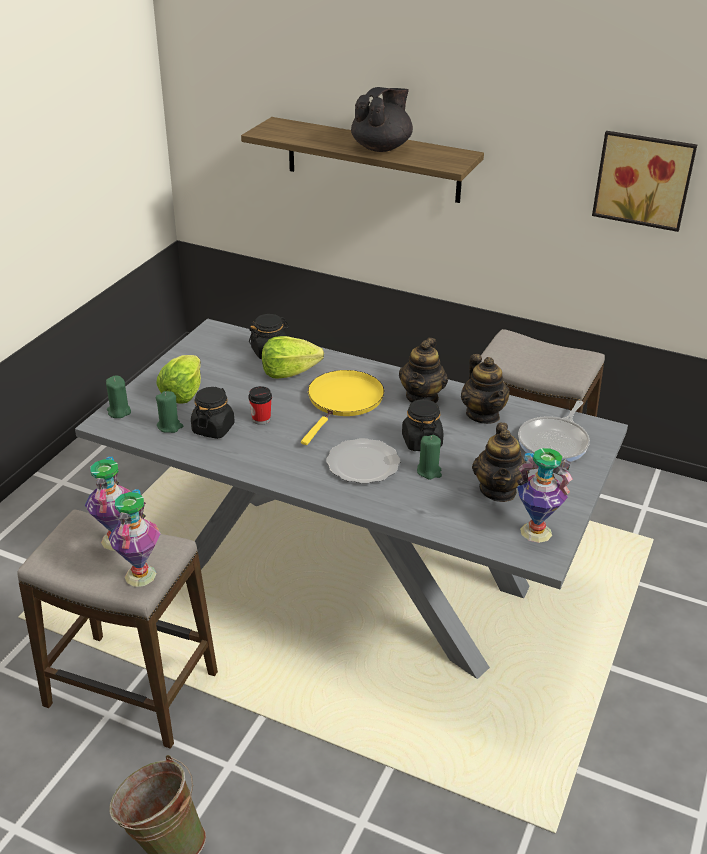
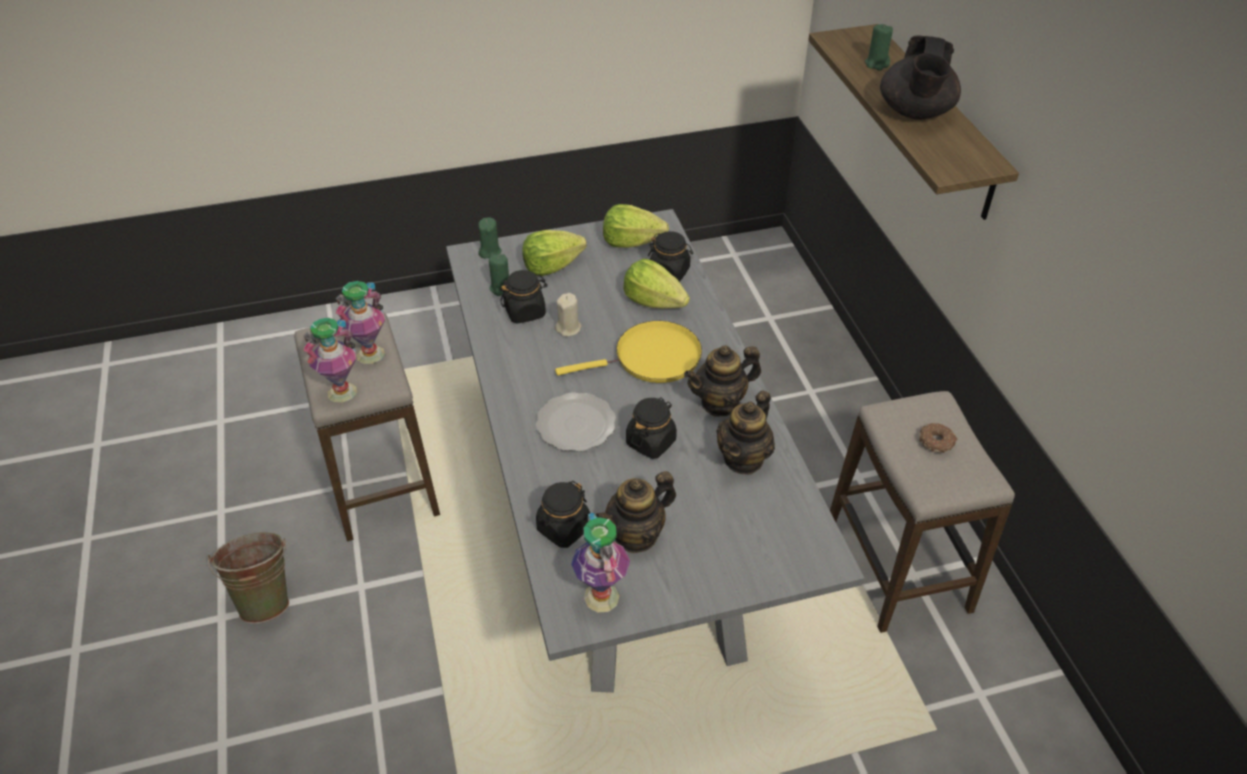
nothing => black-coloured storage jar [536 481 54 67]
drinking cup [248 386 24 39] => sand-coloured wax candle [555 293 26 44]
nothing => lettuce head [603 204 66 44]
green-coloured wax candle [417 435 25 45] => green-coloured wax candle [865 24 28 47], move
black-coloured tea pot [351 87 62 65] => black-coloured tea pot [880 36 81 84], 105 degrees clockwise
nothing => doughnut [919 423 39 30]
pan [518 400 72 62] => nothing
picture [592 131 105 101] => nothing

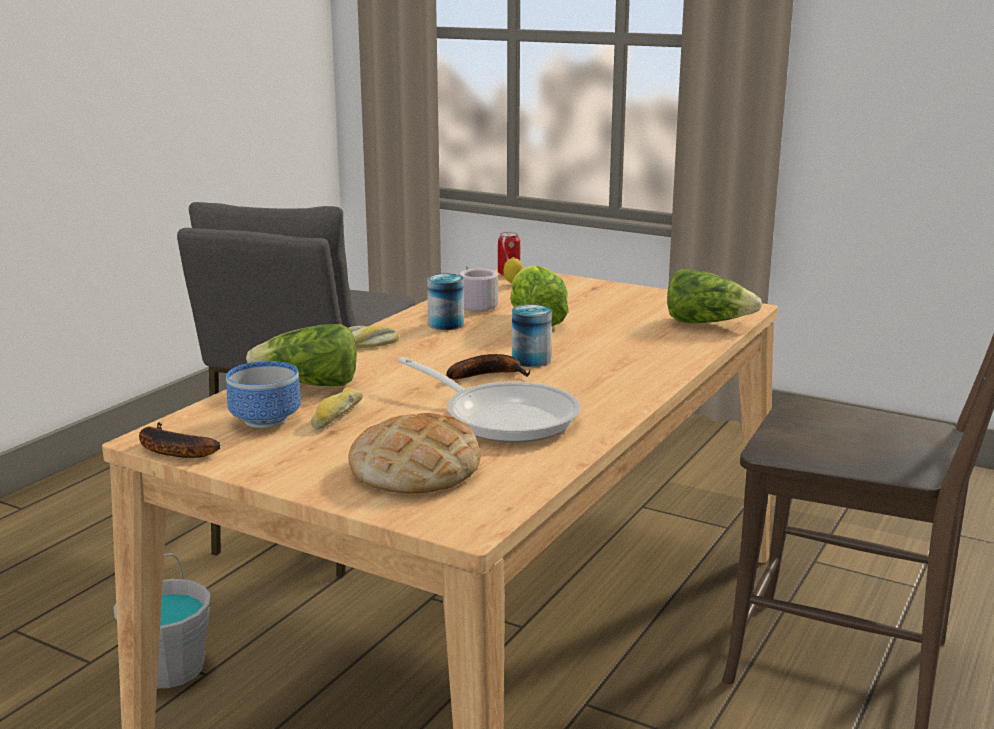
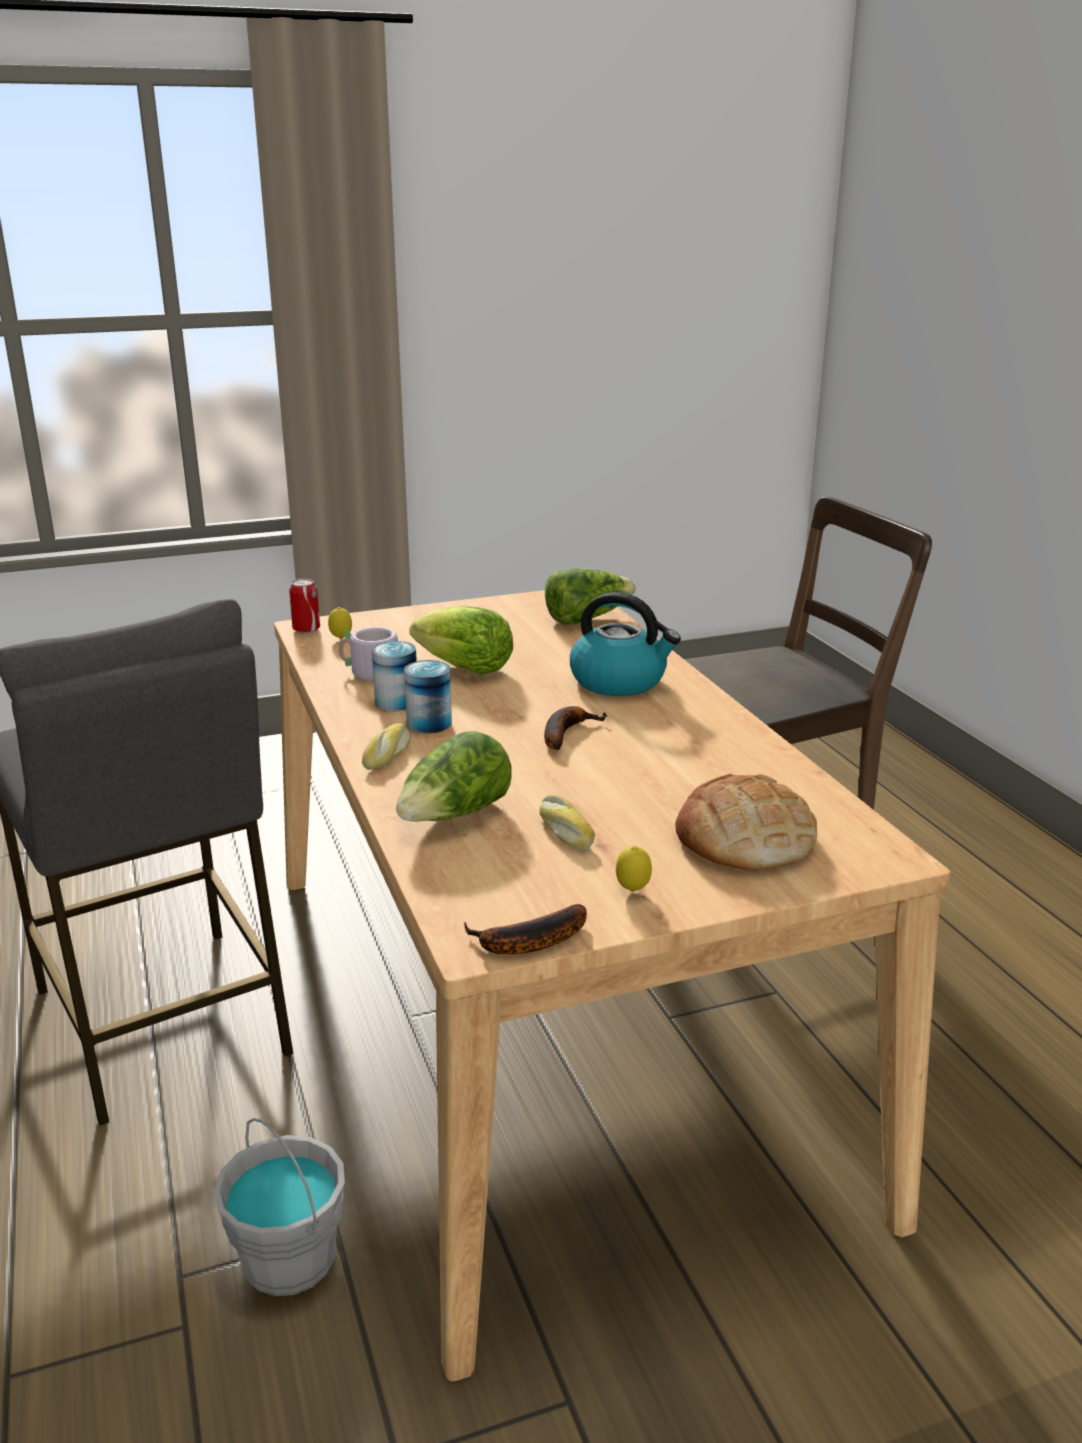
metal can [512 304 40 63] => metal can [404 660 48 73], move
nothing => water kettle [570 592 111 104]
nothing => whole lemon [616 846 36 46]
serving bowl [226 361 75 67] => nothing
pan [397 357 184 86] => nothing

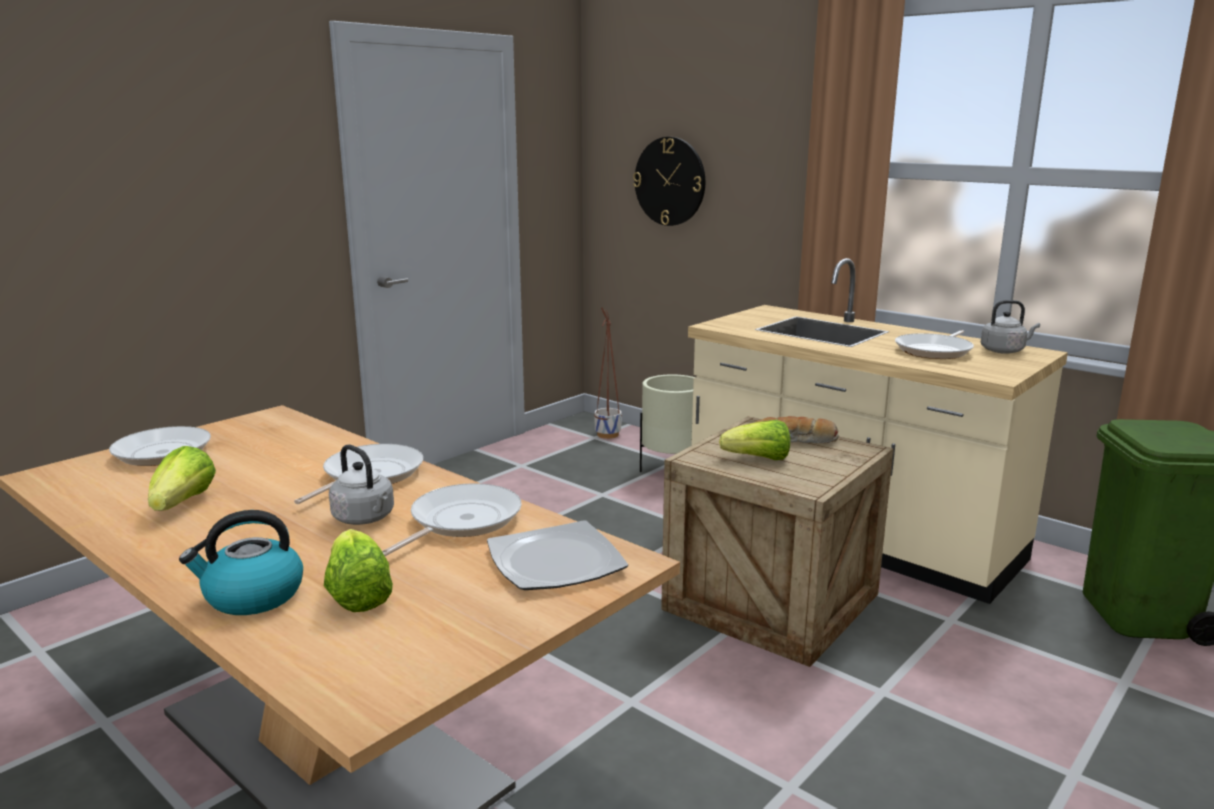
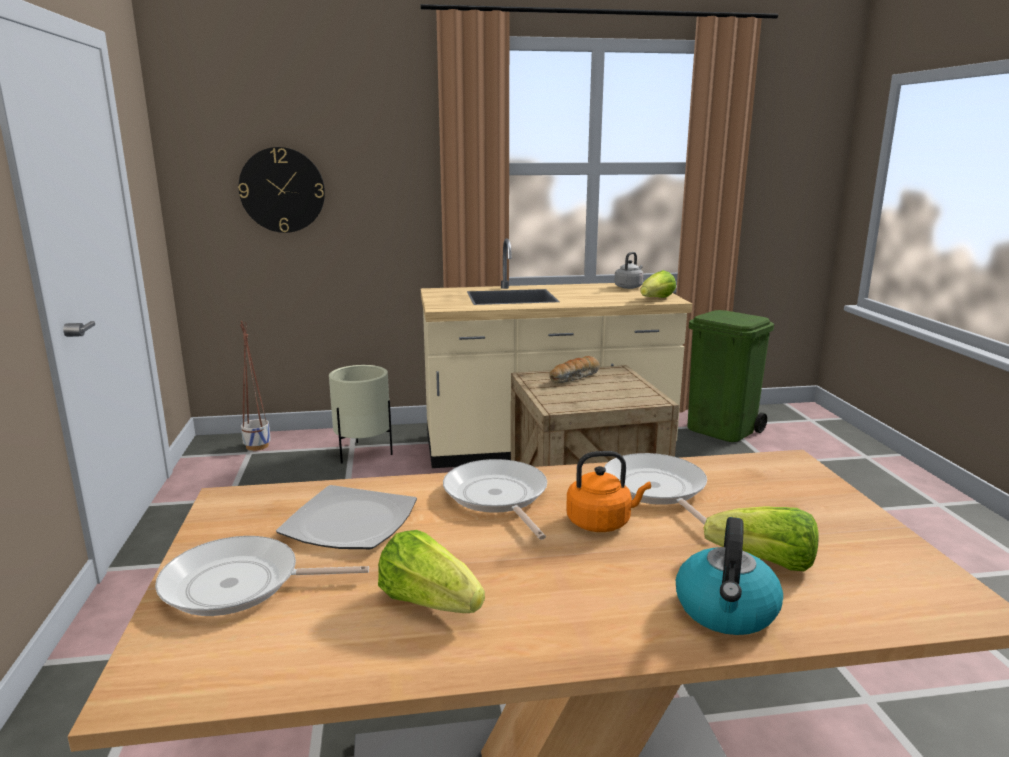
flat dish [487 520 141 70] => flat dish [276 485 141 64], move
greyish water kettle [329 445 65 80] => orange water kettle [566 451 85 81]
lettuce head [719 420 71 40] => lettuce head [640 270 36 28], move
pan [895 330 79 29] => nothing

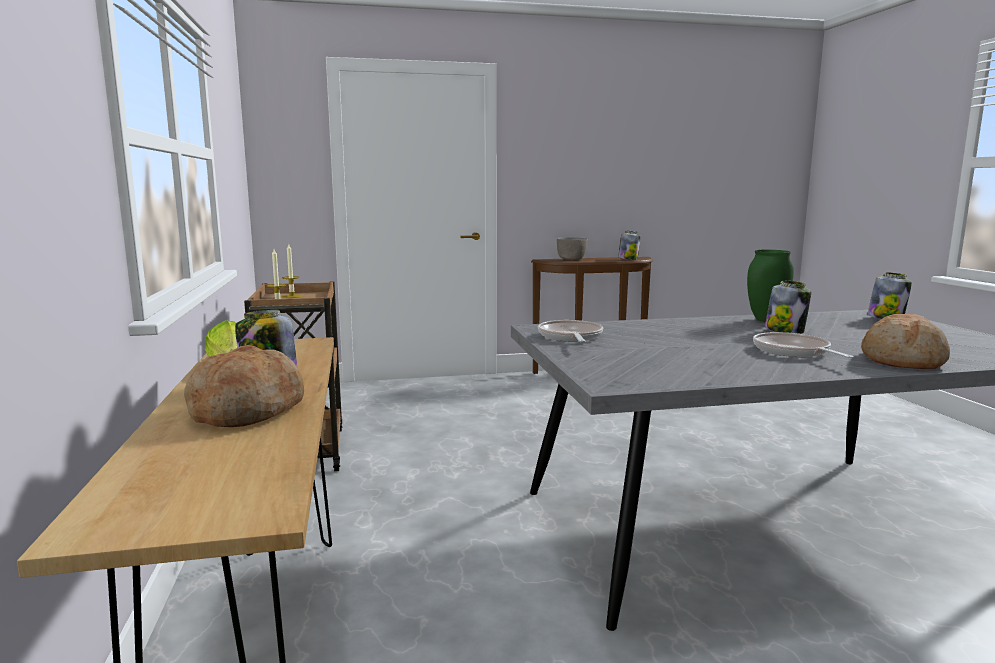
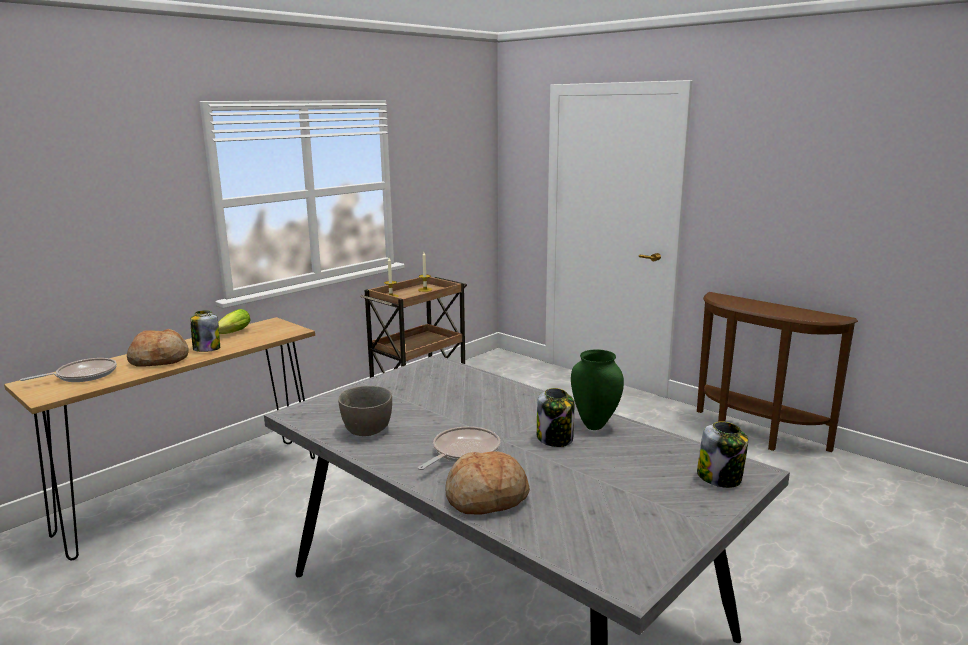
pan [538 320 65 22] => pan [20 358 97 24], move
greyish serving bowl [557 237 31 23] => greyish serving bowl [338 386 54 50], move
storage jar [618 231 22 29] => nothing

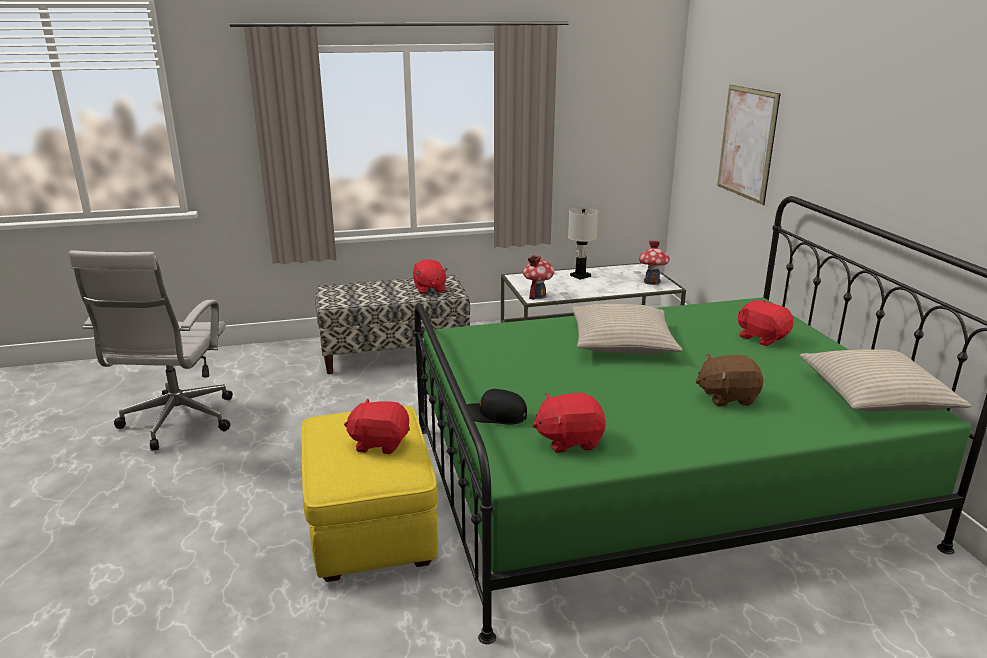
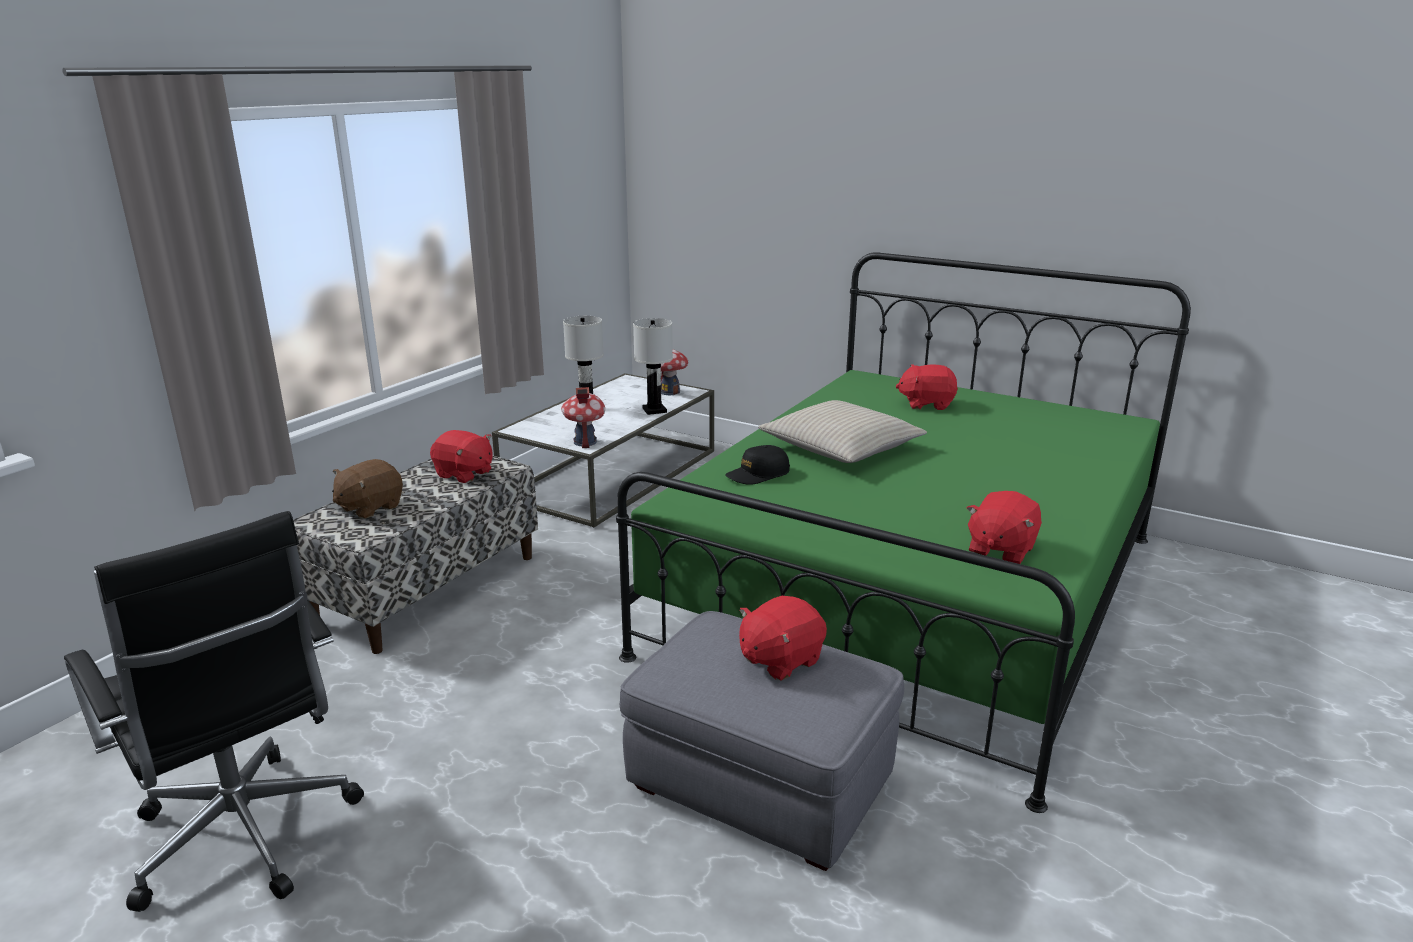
white computer chair [69 251 164 200] => black-coloured computer chair [64 511 300 401]
brownish soft toy [696 354 68 53] => brownish soft toy [332 459 71 60], move
yellowish pouffe [301 406 137 176] => greyish pouffe [620 611 284 260]
nothing => white lamp for a table [633 318 40 97]
black-coloured cap [467 389 60 35] => black-coloured cap [725 445 65 40], move
picture [717 85 63 120] => nothing
sand-coloured cushion [800 349 171 62] => nothing

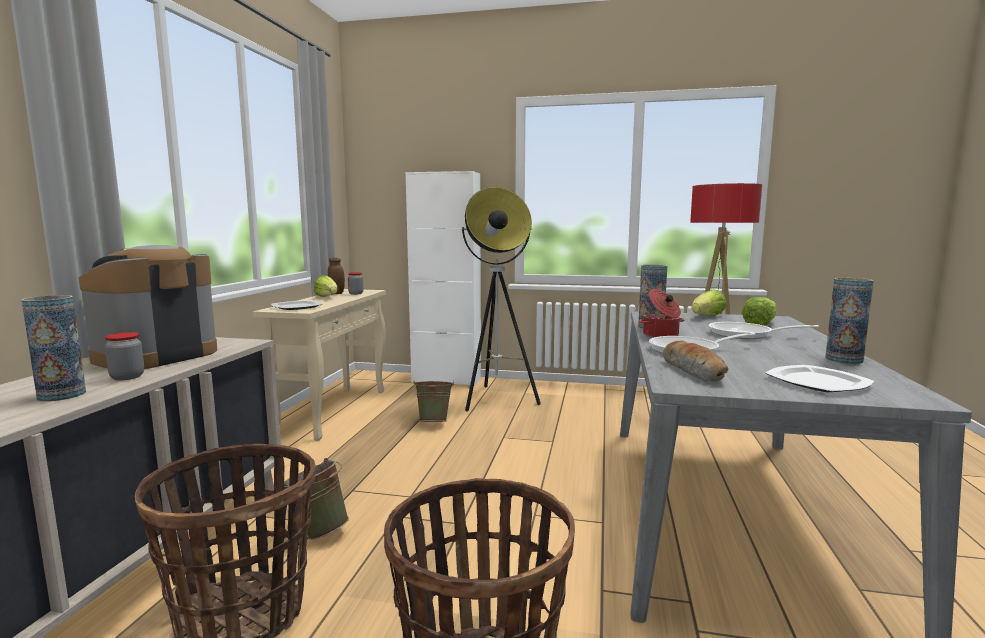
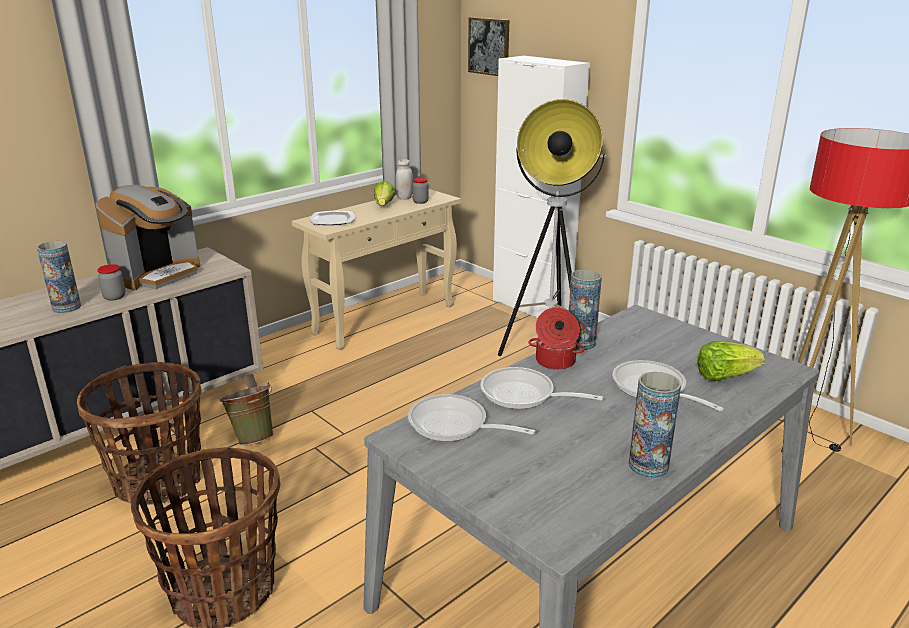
coffee machine [79 245 138 124] => coffee machine [96 185 104 106], 150 degrees clockwise
brownish storage jar [328 258 17 36] => white storage jar [396 159 17 41]
bakery bread [663 341 65 40] => pan [408 394 127 48]
nothing => picture [468 17 41 59]
green-coloured pail [413 380 41 42] => nothing
lettuce head [692 289 35 27] => nothing
flat dish [765 365 110 27] => nothing

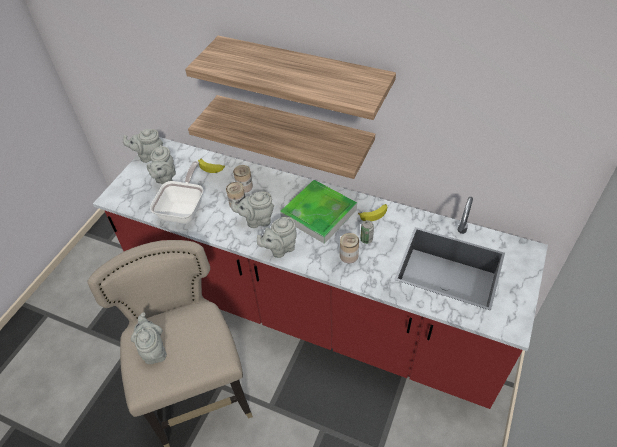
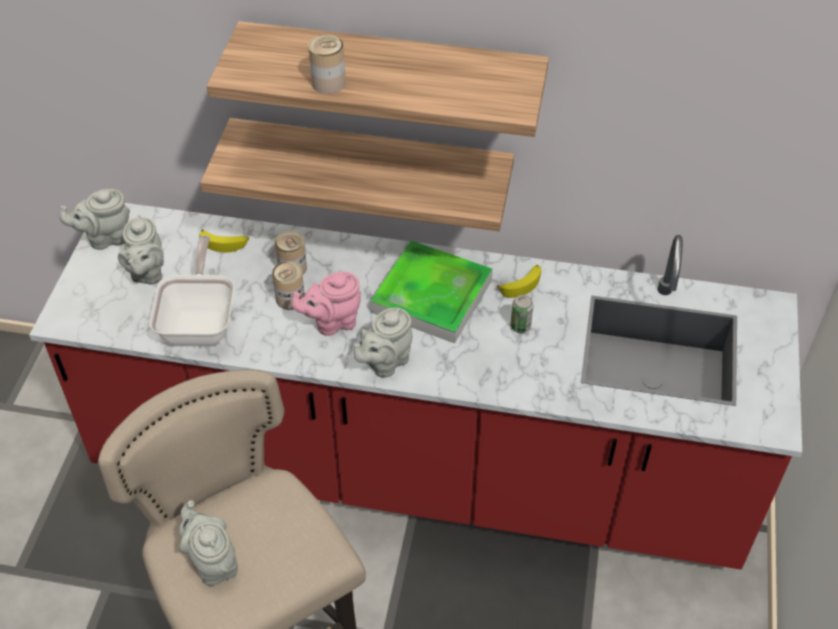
greyish tea pot [231 192 43 36] => pinkish tea pot [292 272 69 64]
metal can [340 233 19 30] => metal can [308 35 38 59], move

